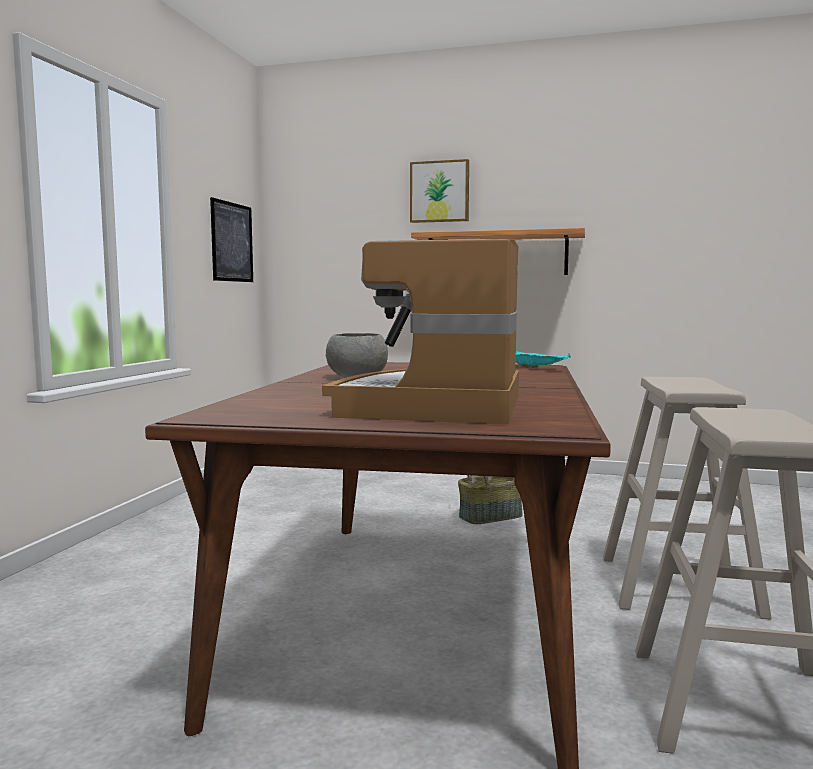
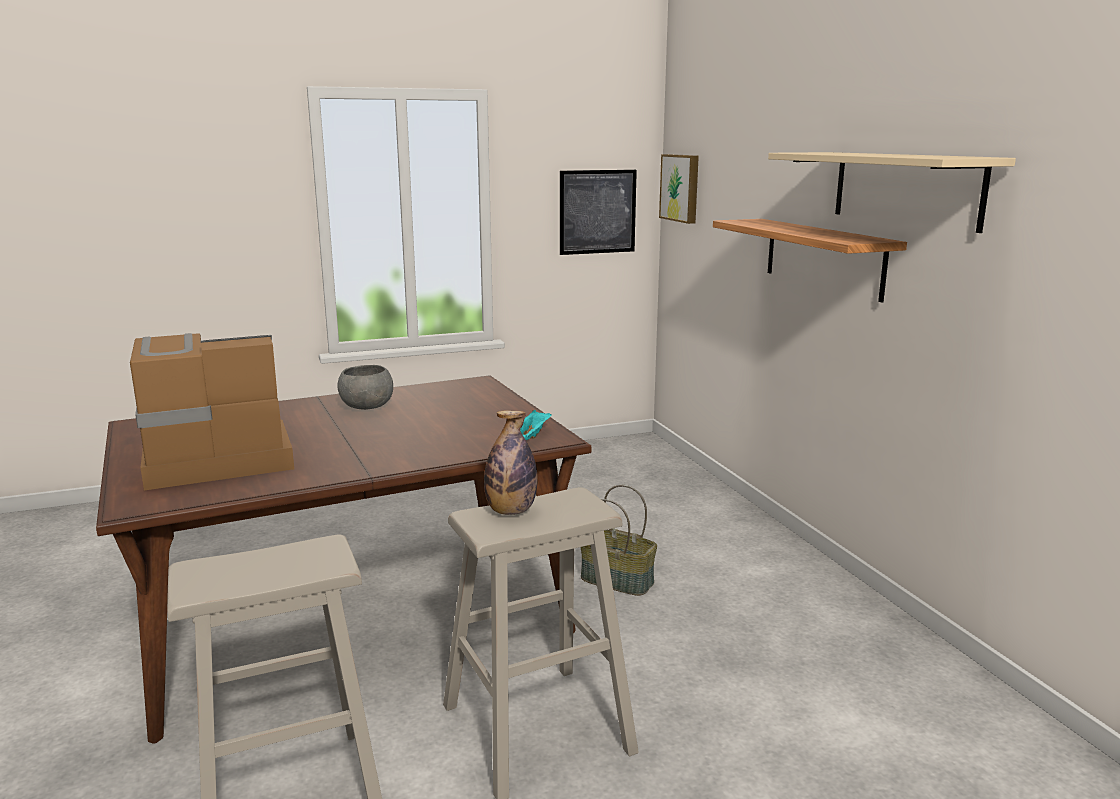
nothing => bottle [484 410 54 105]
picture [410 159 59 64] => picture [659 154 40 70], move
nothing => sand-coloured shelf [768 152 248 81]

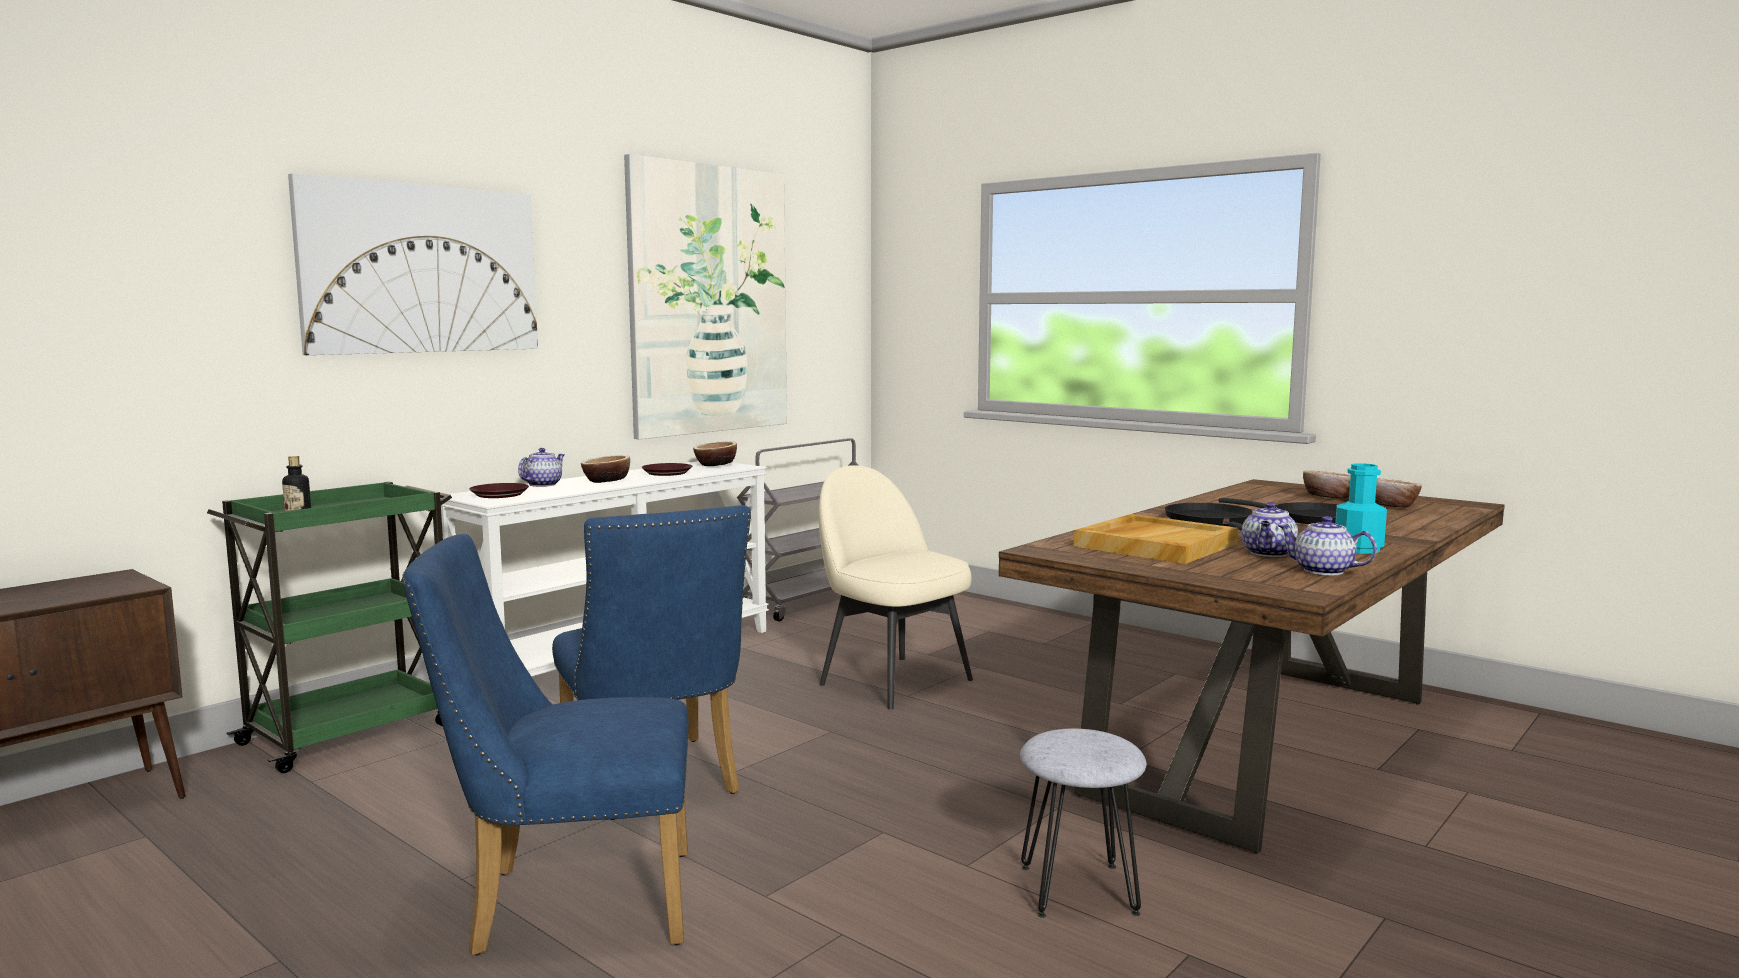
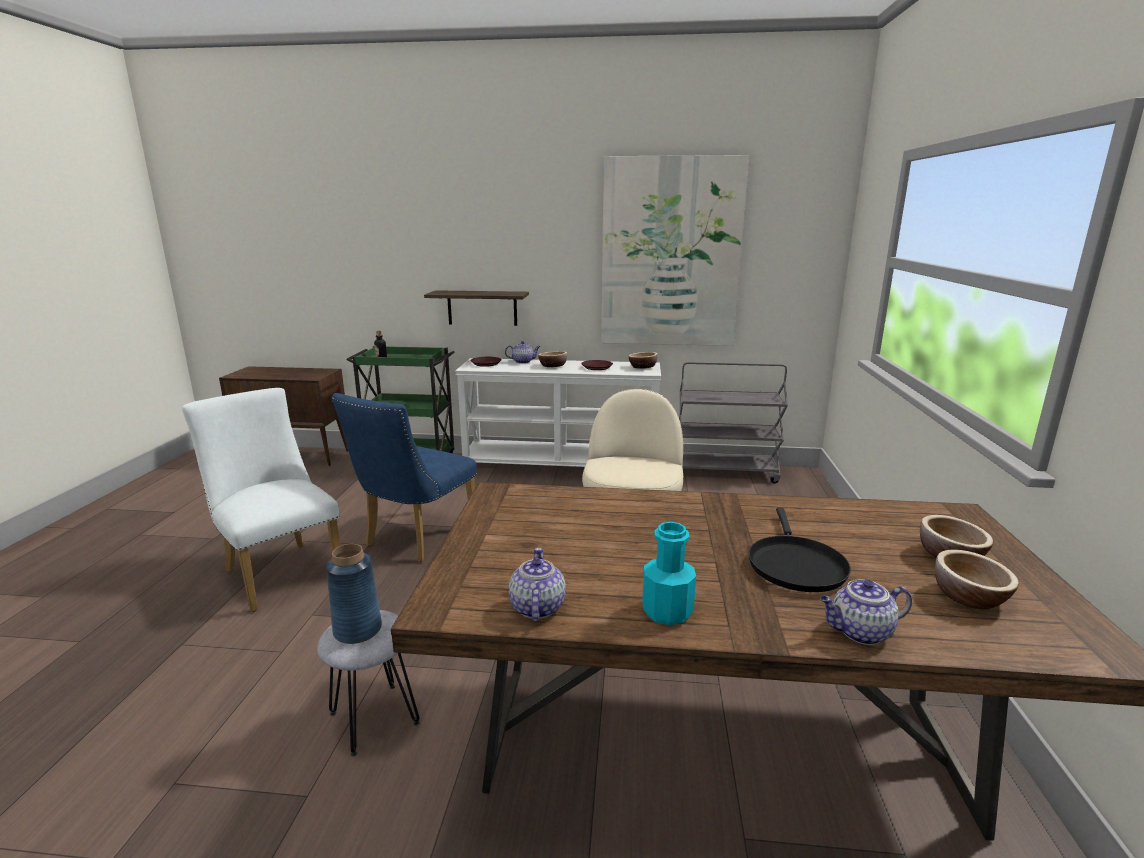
blue-coloured chair [402 534 287 422] => white chair [182 388 159 224]
nothing => blue-coloured decorative vase [326 544 56 100]
nothing => shelf [424 290 105 36]
tea pot [1242 502 56 55] => tea pot [820 580 92 65], move
picture [288 173 250 182] => nothing
sand-coloured serving tray [1074 514 164 50] => nothing
black-coloured pan [1165 503 87 28] => nothing

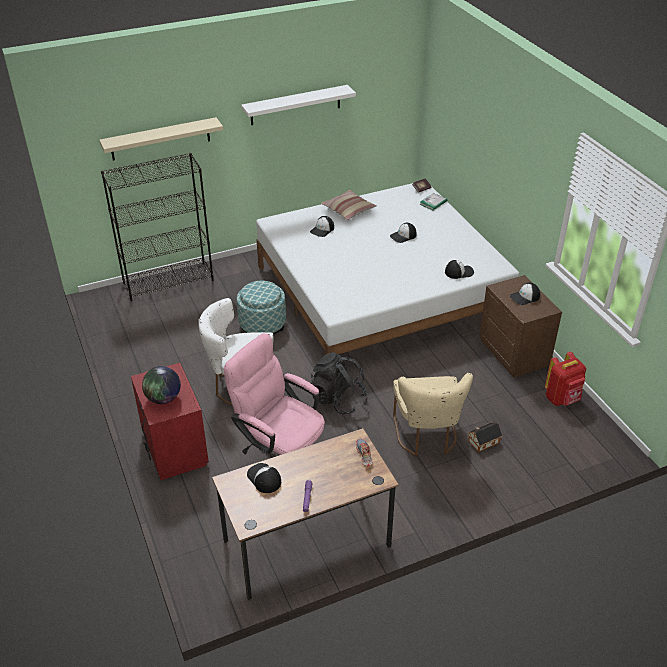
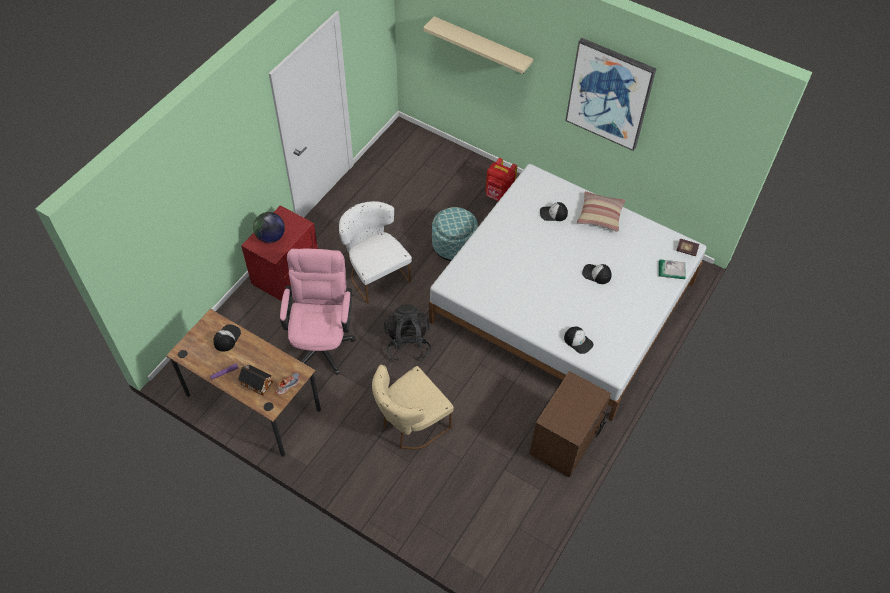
model house [468 422 35 30] => model house [238 365 35 31], move
red rucksack [545 352 41 54] => red rucksack [486 158 31 43], move
white shelf [241 85 115 40] => picture [565 38 91 113]
black-coloured shelving unit [101 153 113 148] => nothing
cap [510 283 30 22] => nothing

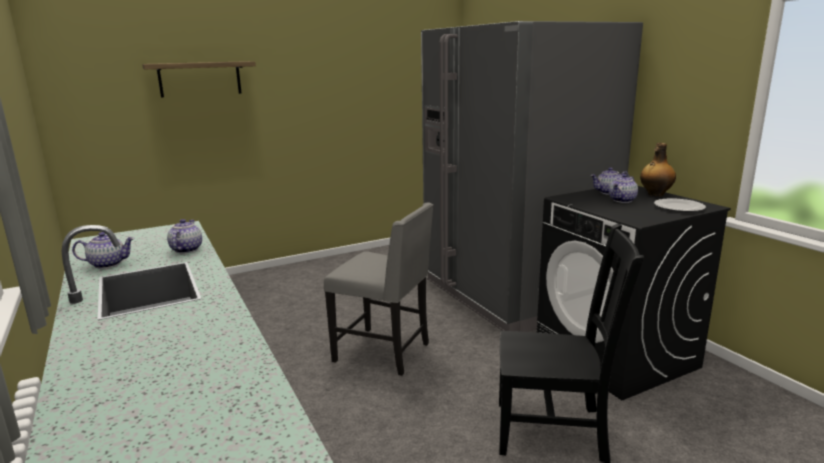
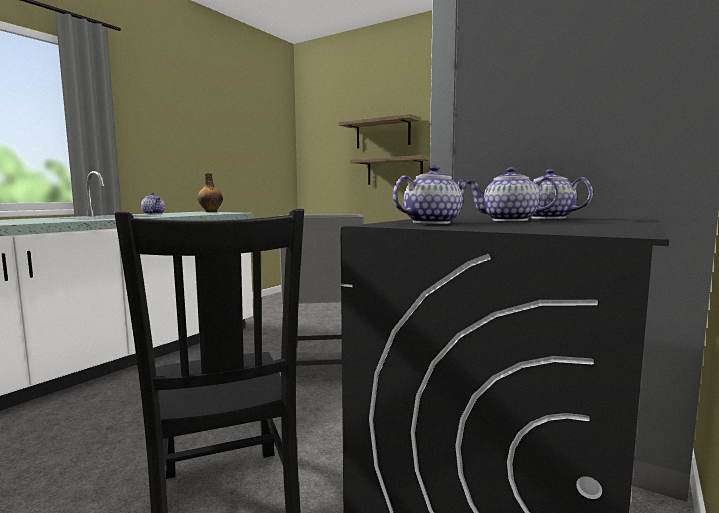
bottle [640 143 36 53] => bottle [197 173 26 39], move
nothing => shelf [350 155 80 30]
tea pot [167 219 35 34] => tea pot [393 165 76 59], move
flat dish [654 198 52 14] => nothing

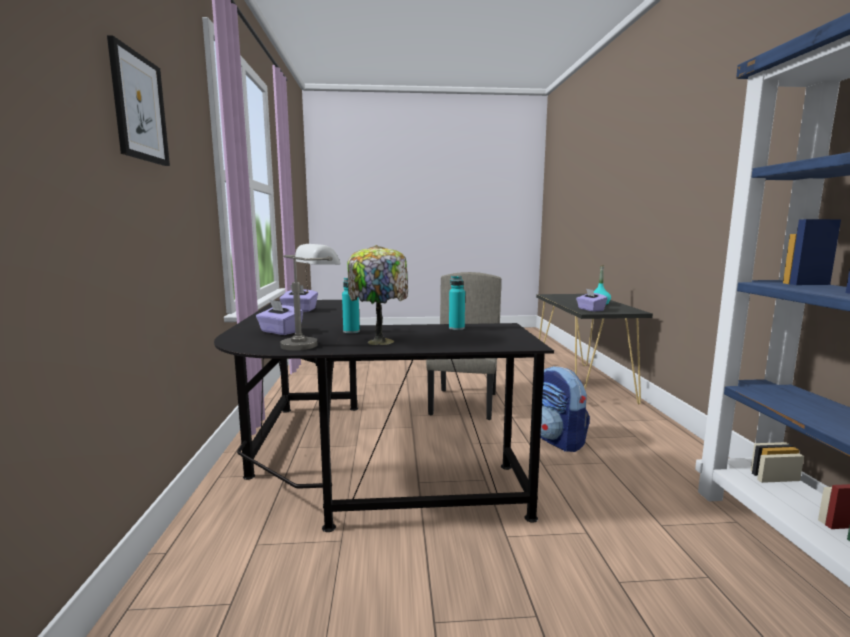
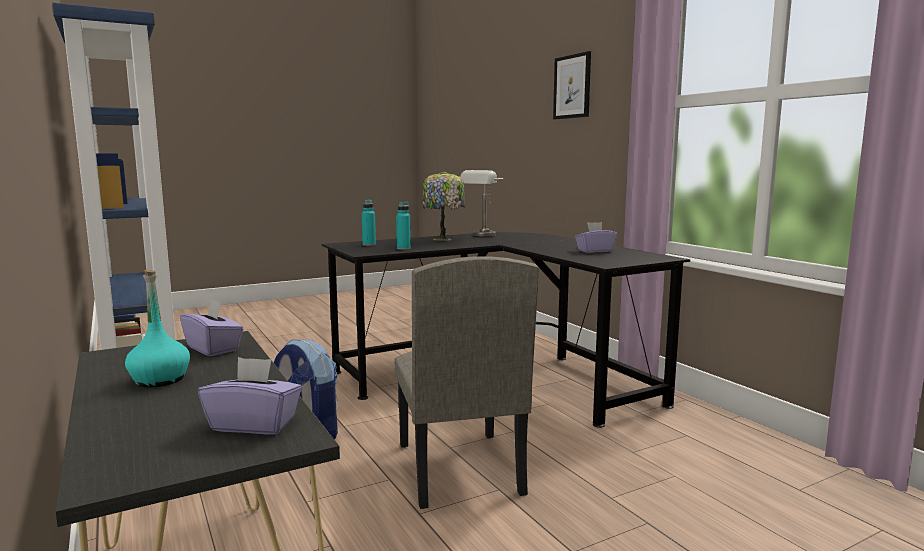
purplish box of tissues [256 299 47 36] => purplish box of tissues [198 357 104 78], move
blue-green bottle [342 278 18 56] => blue-green bottle [362 200 14 46], move

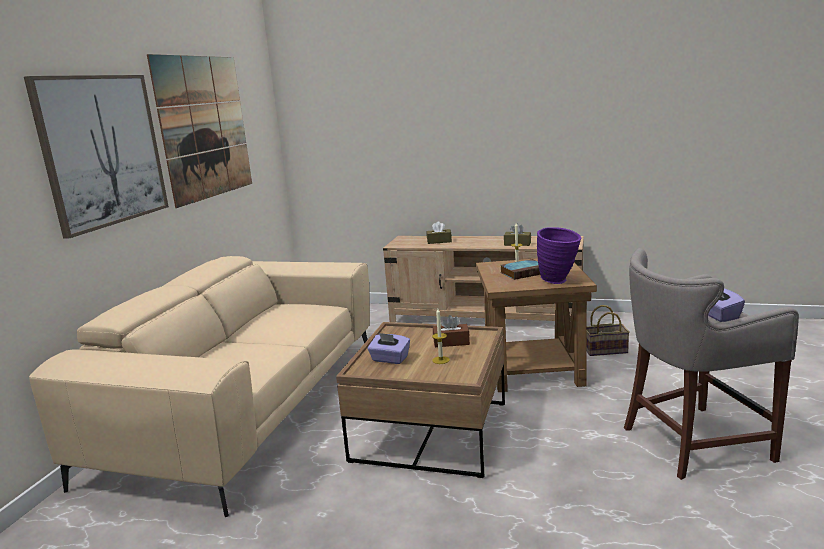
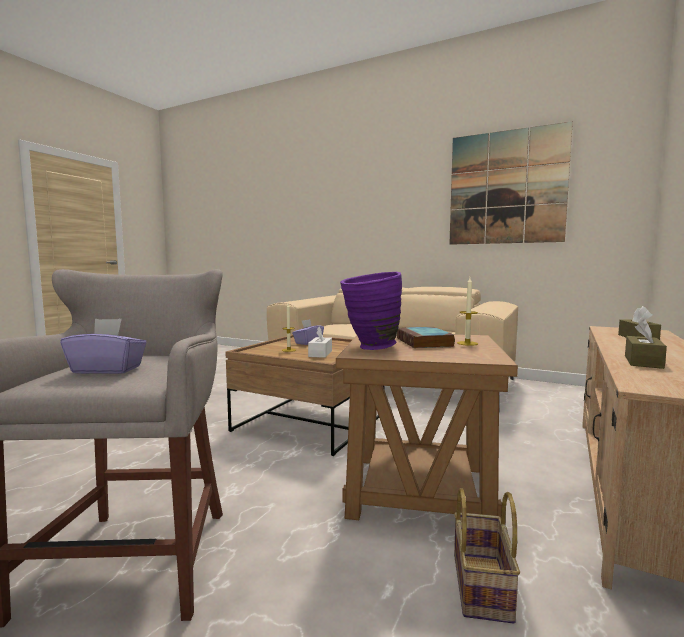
brownish box of tissues [433 315 37 32] => white box of tissues [308 327 24 31]
picture [24 75 145 164] => nothing

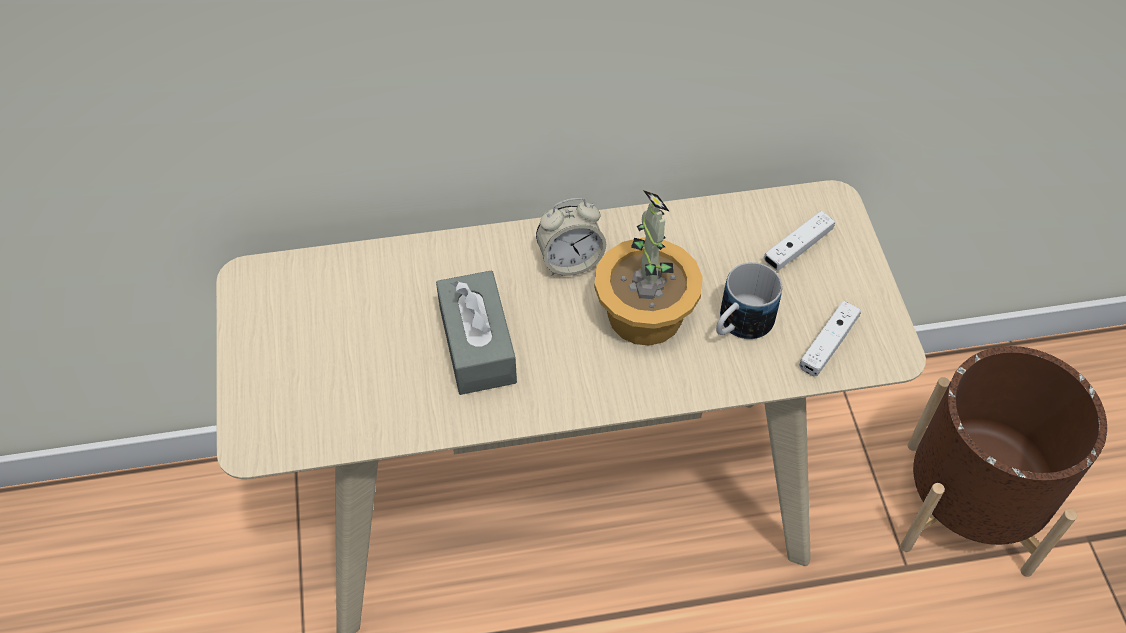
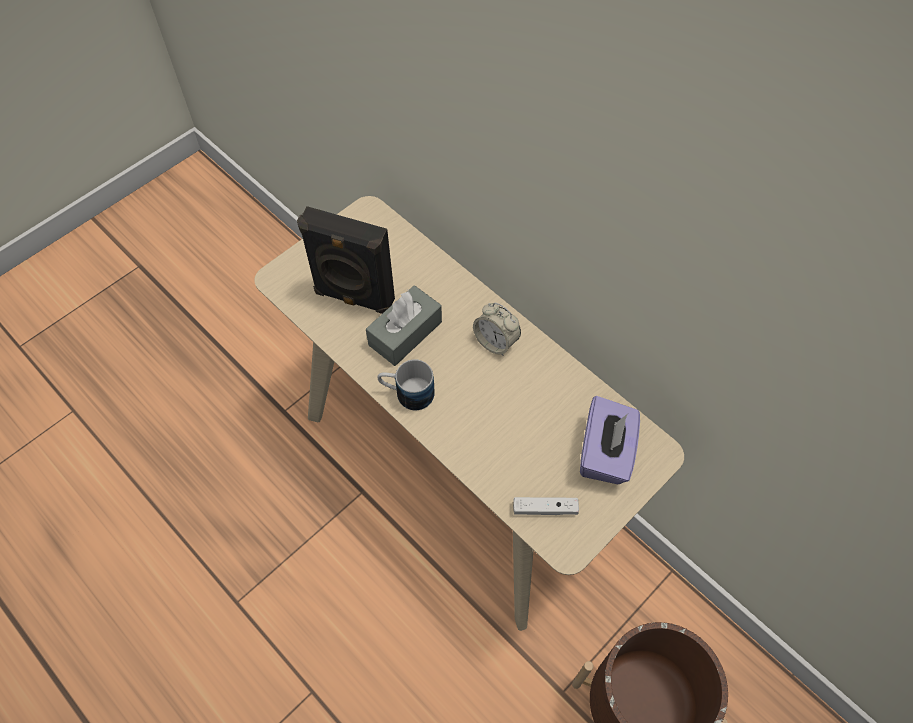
nothing => black-coloured loudspeaker [297 206 98 108]
mug [716 262 66 77] => mug [377 359 58 51], move
white game controller [764 211 71 60] => purplish box of tissues [580 396 60 88]
plant in a pot [594 190 109 156] => nothing

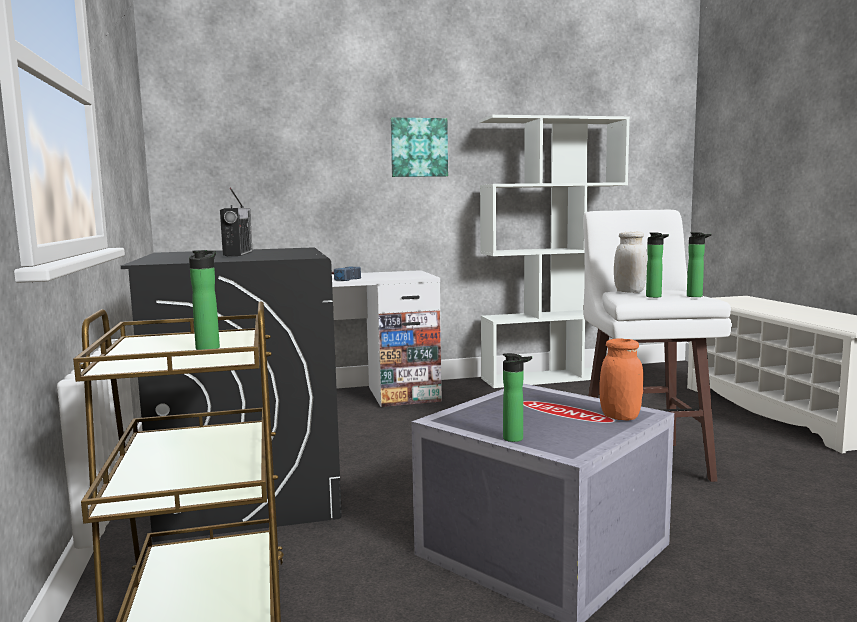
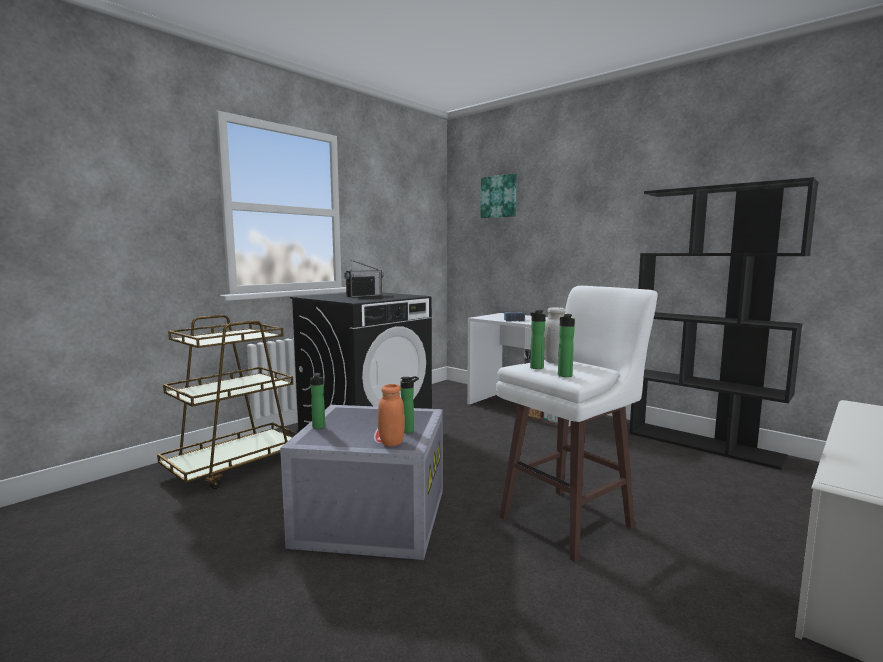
bottle [189 250 31 100] => bottle [400 376 19 57], move
picture [390 118 58 59] => picture [481 173 36 45], move
white shelving unit [479 115 151 273] => black-coloured shelving unit [629 177 190 293]

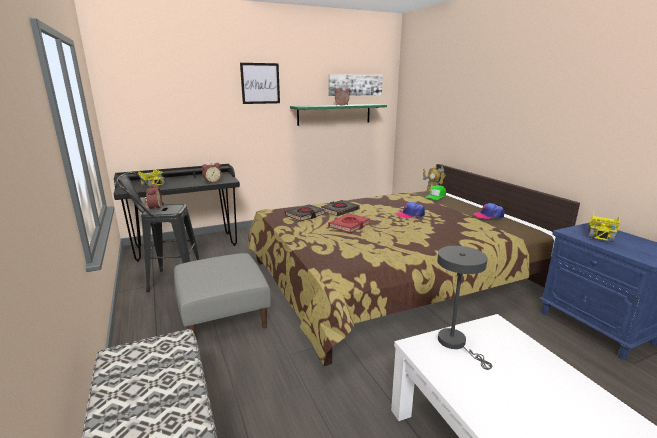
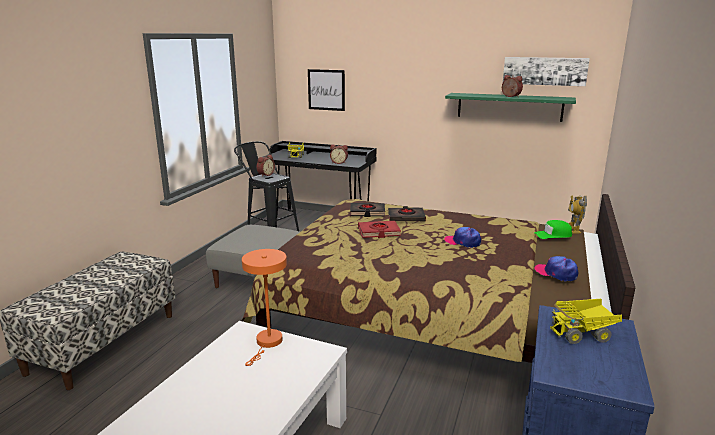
greyish lamp for a table [437 246 55 124] => orange lamp for a table [242 249 45 117]
picture [240 63 40 41] => picture [308 69 37 42], move

